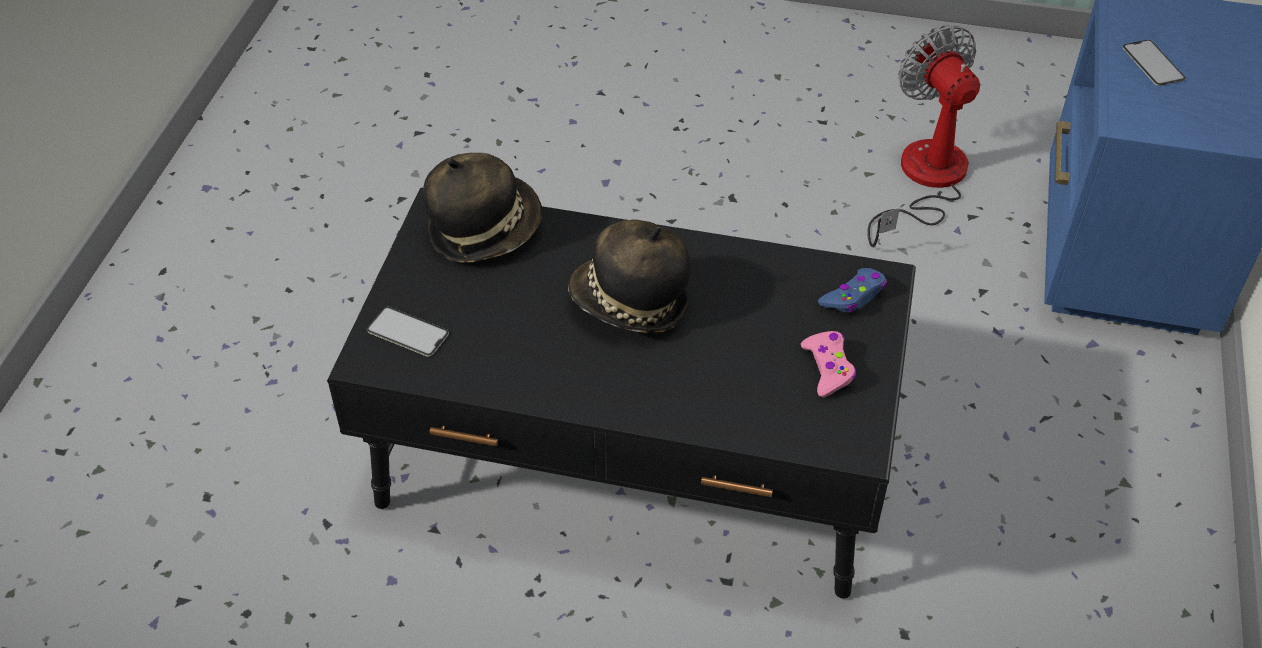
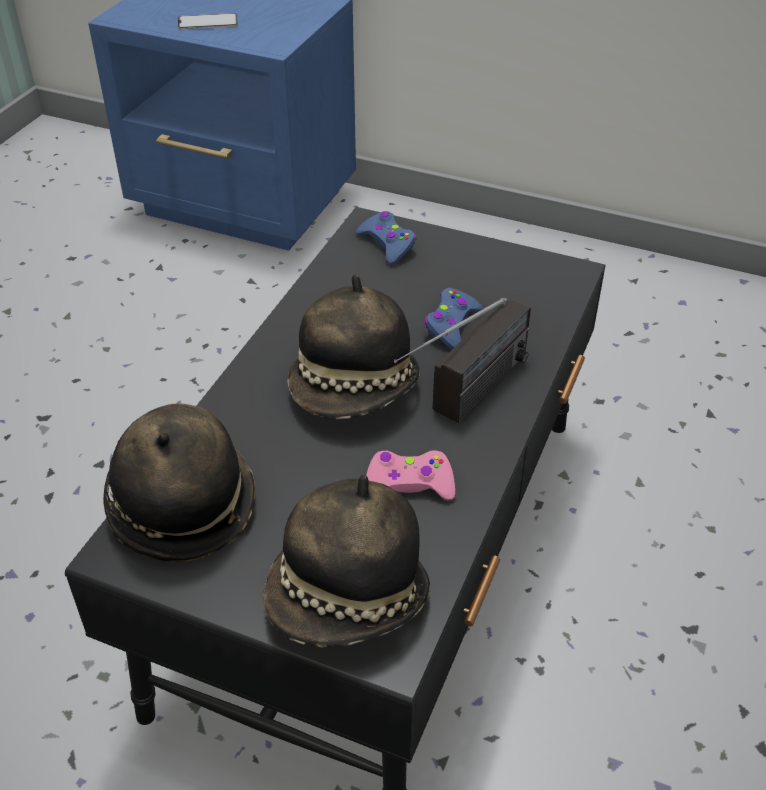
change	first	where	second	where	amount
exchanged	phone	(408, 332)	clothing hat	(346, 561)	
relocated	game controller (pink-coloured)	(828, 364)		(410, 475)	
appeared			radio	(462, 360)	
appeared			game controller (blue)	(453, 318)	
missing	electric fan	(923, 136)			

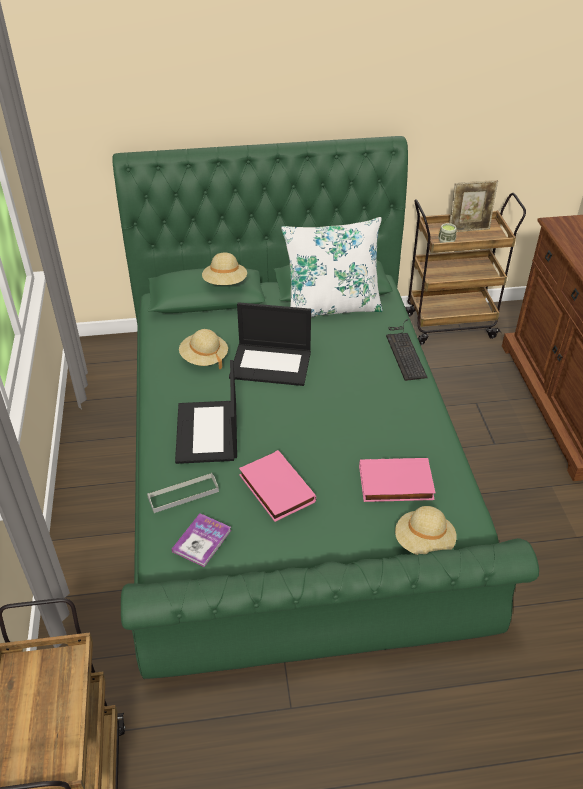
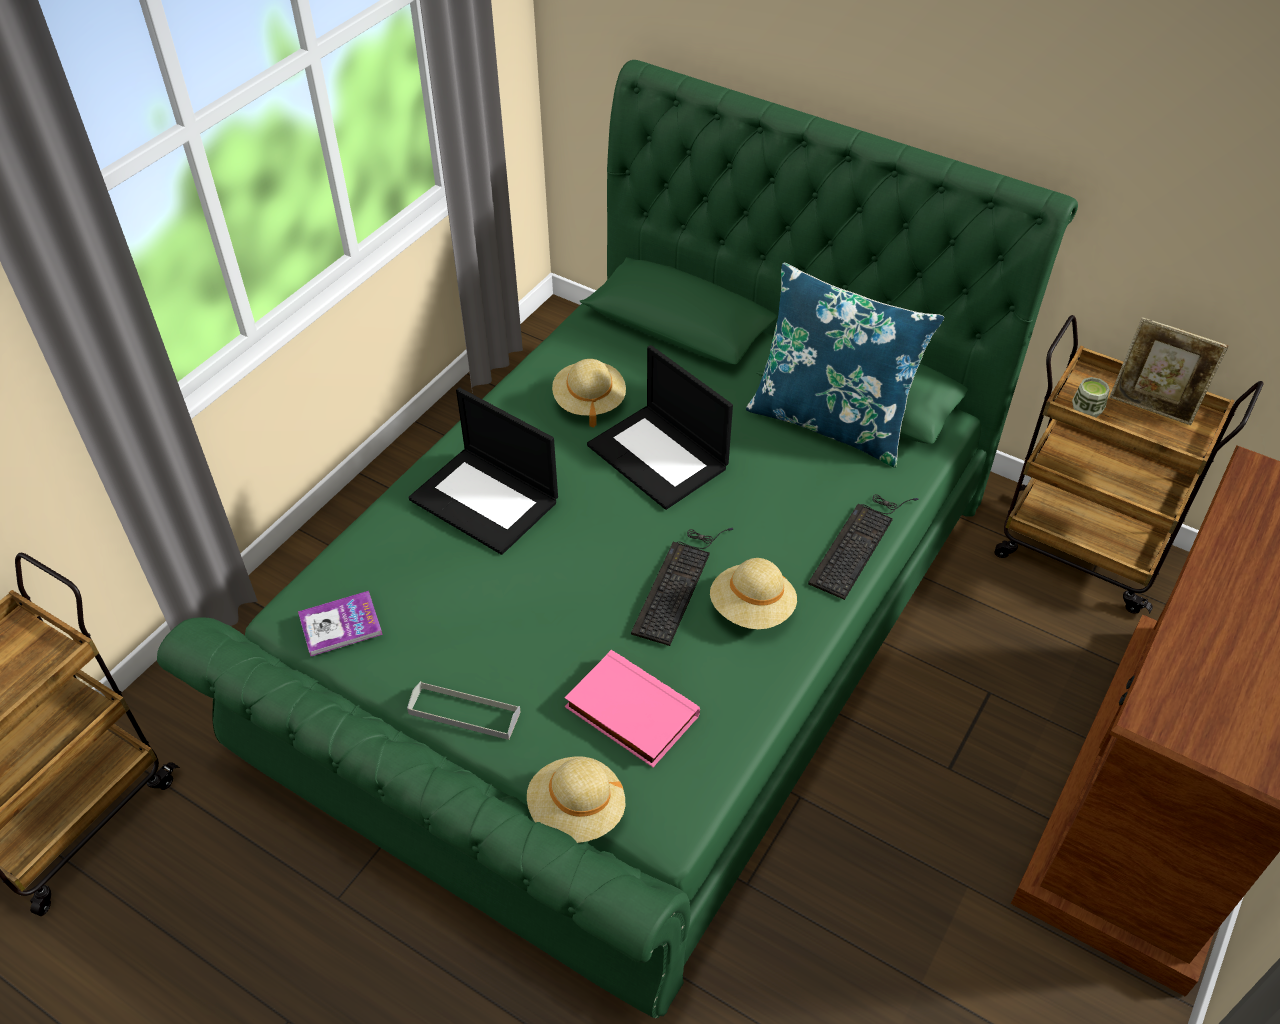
change	first	where	second	where	amount
relocated	carrying tray (grey)	(183, 493)		(464, 710)	
spun	notebook computer	(206, 412)		(483, 471)	90 degrees counterclockwise
appeared			PC keyboard	(682, 587)	
relocated	clothing hat (beige)	(224, 269)		(753, 593)	
colour	cushion (white-coloured)	(332, 267)	cushion (blue)	(845, 365)	
missing	volume (pink-coloured)	(277, 486)			

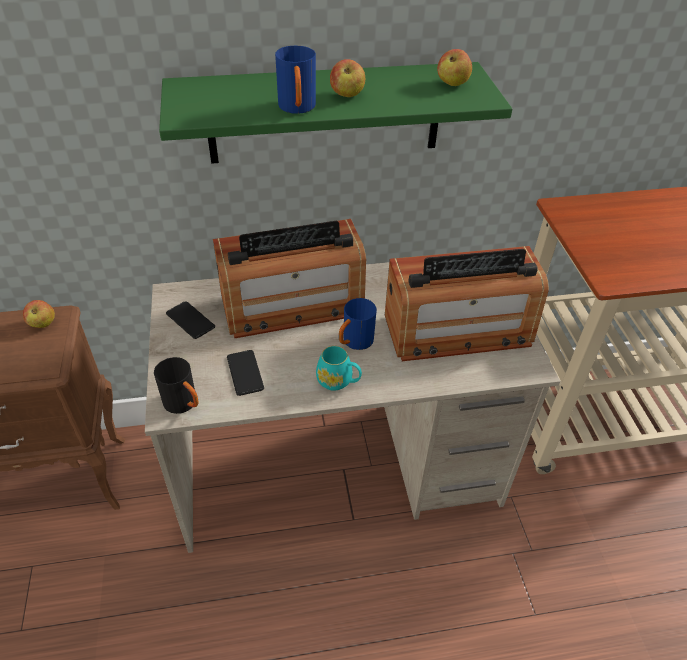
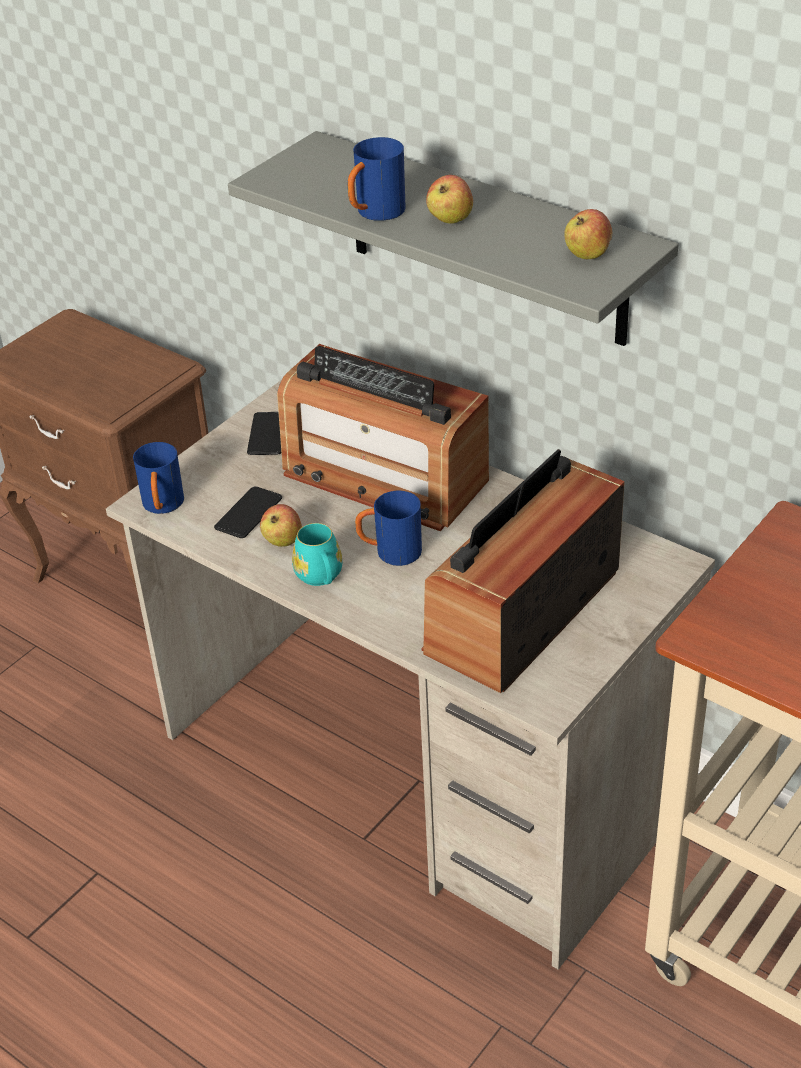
change	first	where	second	where	amount
colour	coffee mug (black-coloured)	(176, 385)	coffee mug (blue)	(158, 478)	
colour	bracket shelf (green-coloured)	(336, 113)	bracket shelf (grey)	(453, 238)	
relocated	apple fruit	(39, 314)		(281, 525)	
spun	radio	(467, 303)		(523, 571)	90 degrees clockwise

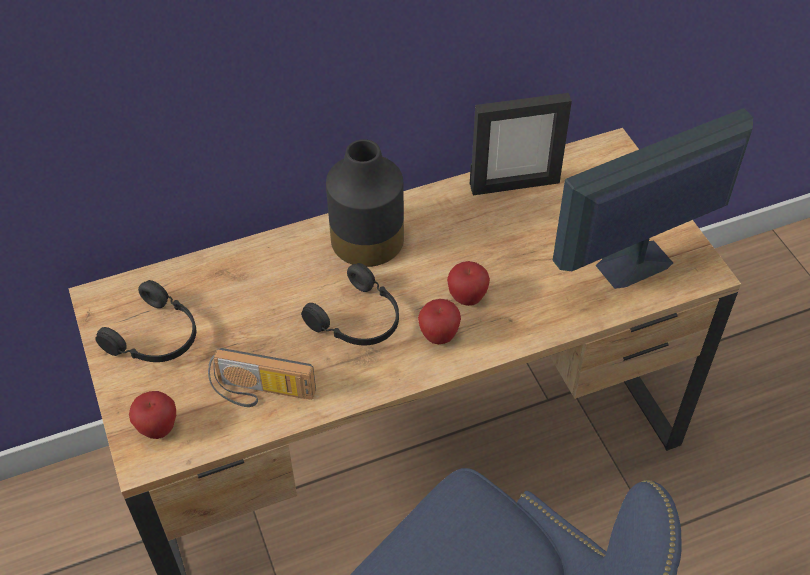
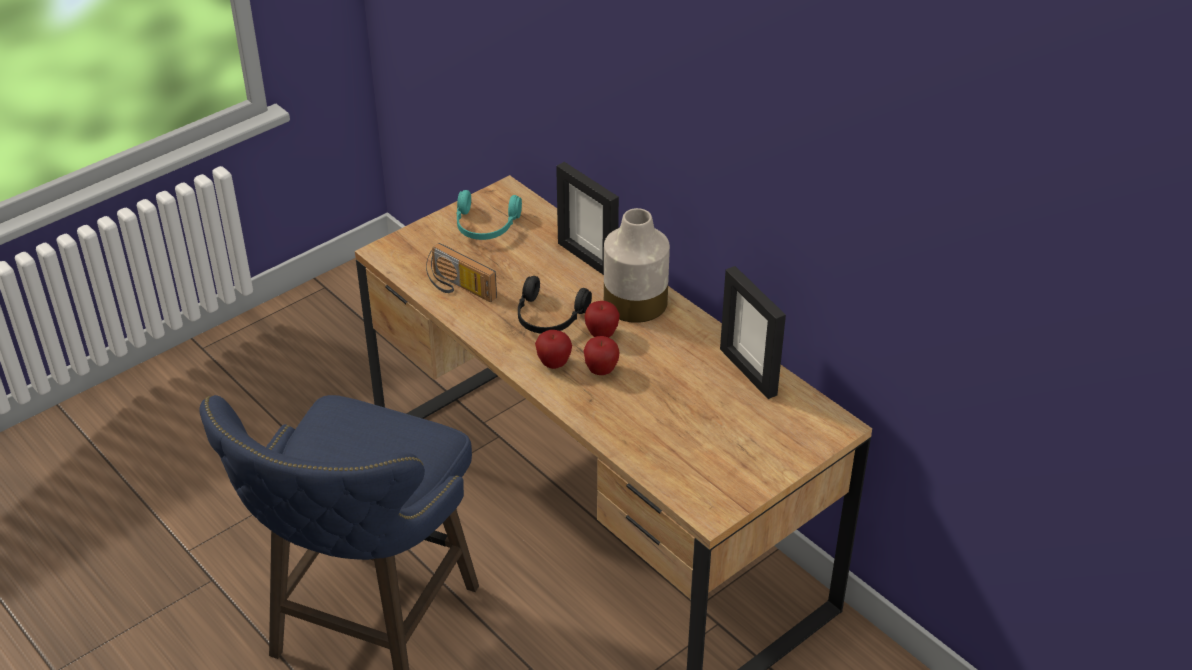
change	first	where	second	where	amount
spun	radio	(262, 377)		(461, 272)	45 degrees counterclockwise
colour	headphones (black-coloured)	(145, 321)	headphones (turquoise-coloured)	(489, 215)	
appeared			standing frame	(587, 218)	
relocated	apple fruit	(152, 415)		(602, 319)	
colour	decorative vase (black-coloured)	(365, 203)	decorative vase (beige)	(637, 265)	
missing	computer screen	(653, 198)			

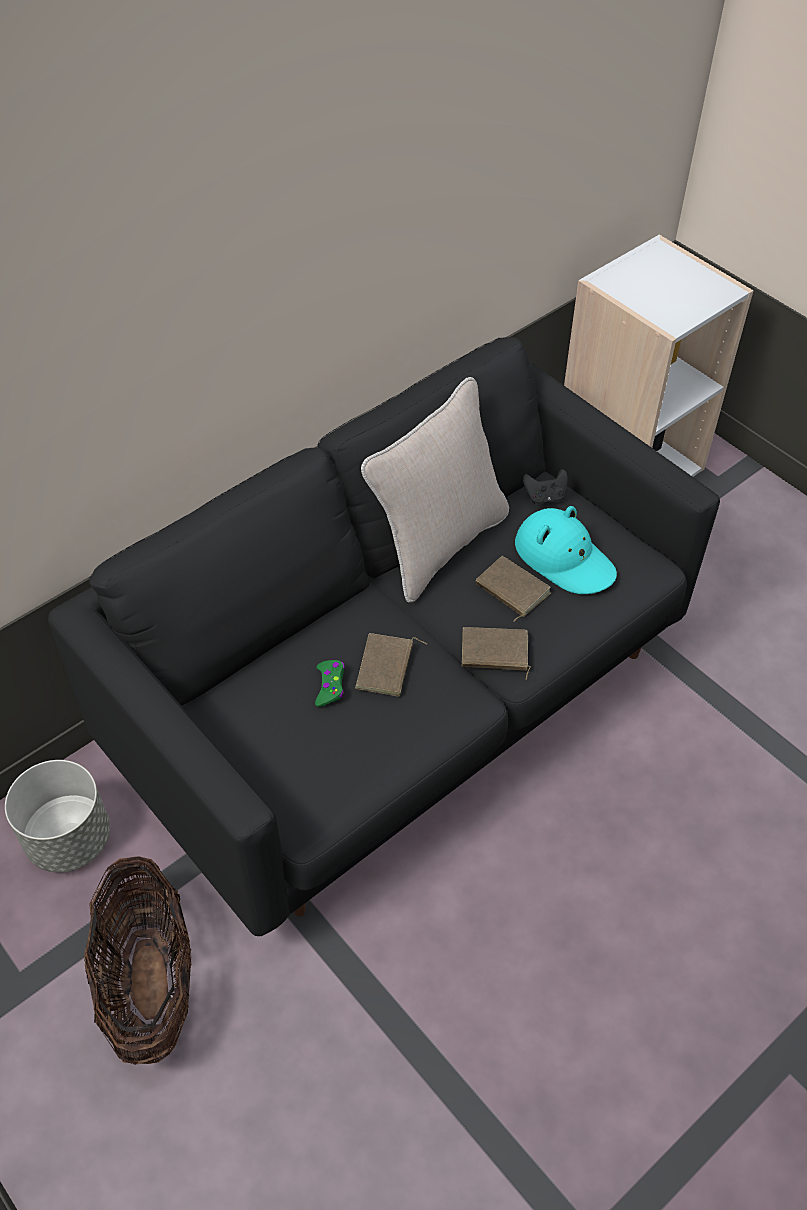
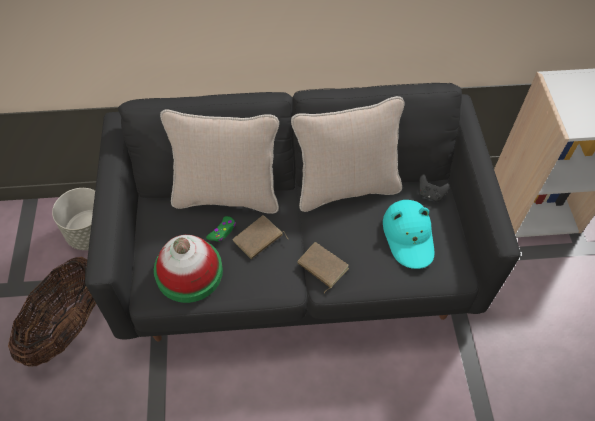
change	first	where	second	where	amount
appeared			clothing hat	(188, 269)	
appeared			cushion (beige)	(219, 162)	
missing	volume (brown)	(513, 589)			

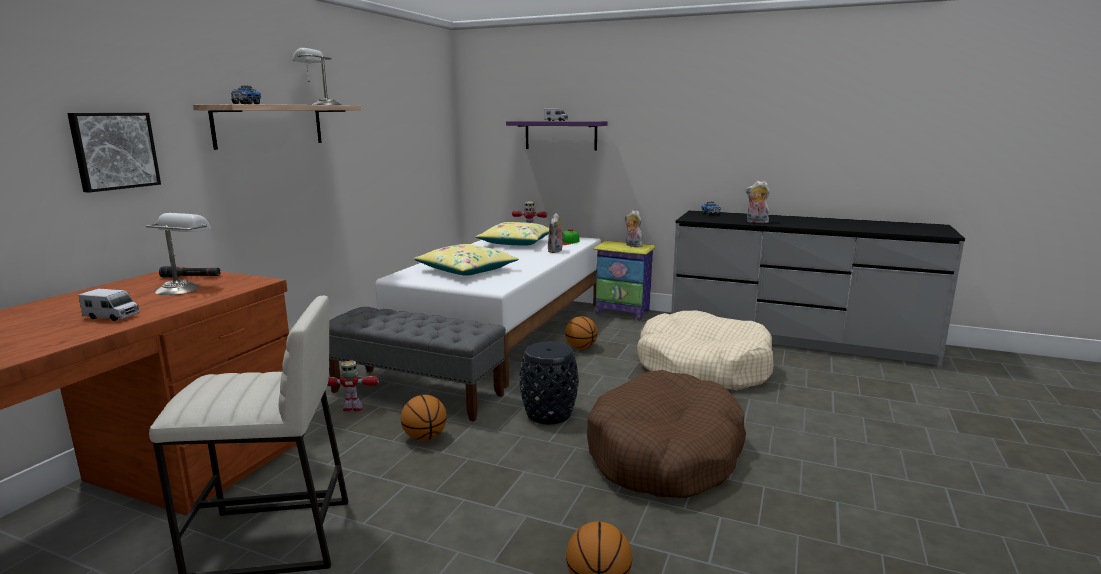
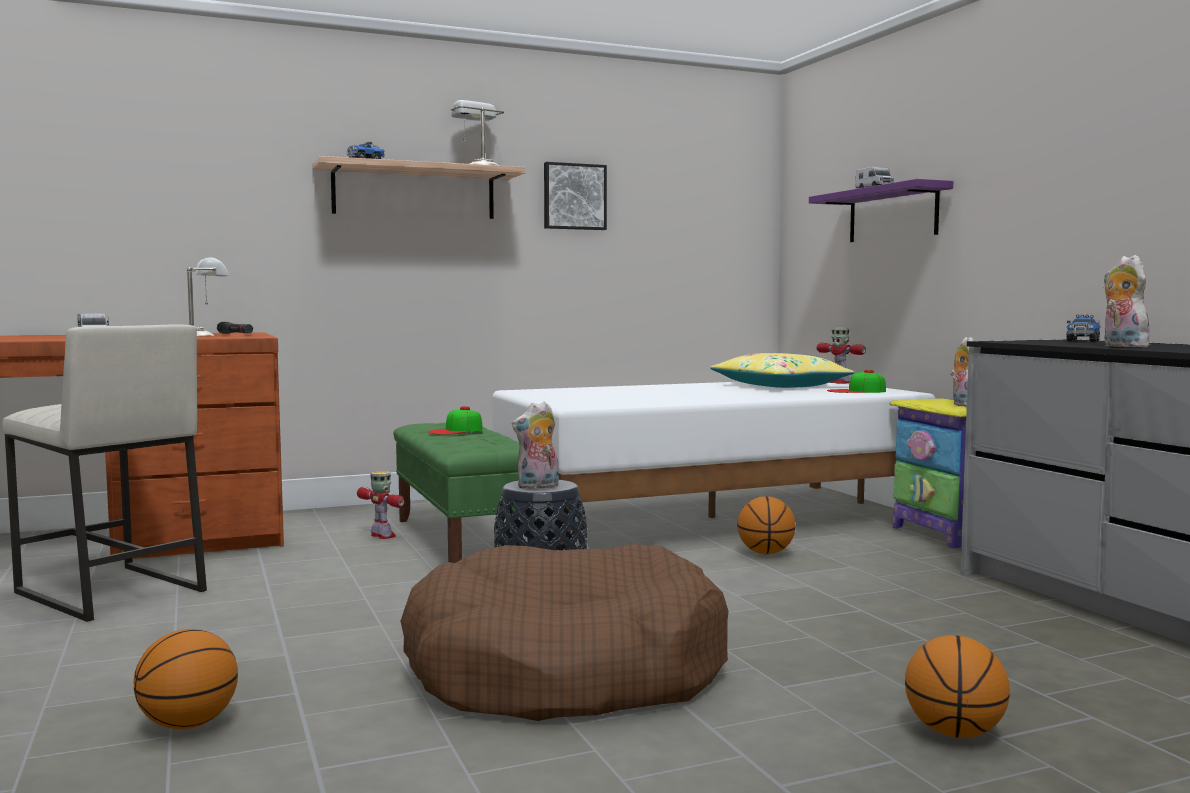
change	first	where	second	where	amount
colour	indoor bench (grey)	(417, 364)	indoor bench (green-coloured)	(467, 493)	
appeared			baseball cap	(455, 420)	
relocated	plush toy	(556, 233)		(535, 445)	
relocated	wall picture	(114, 153)		(575, 196)	
relocated	ball for basketball	(424, 418)		(957, 686)	
missing	cushion (yellowish)	(466, 260)			
missing	pet bed (beige)	(705, 350)			

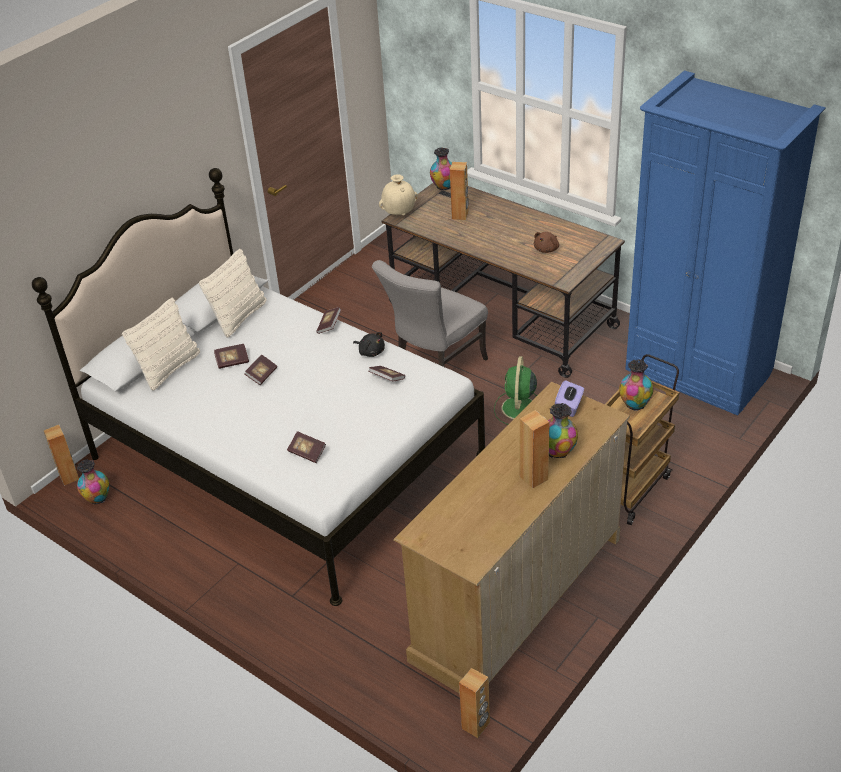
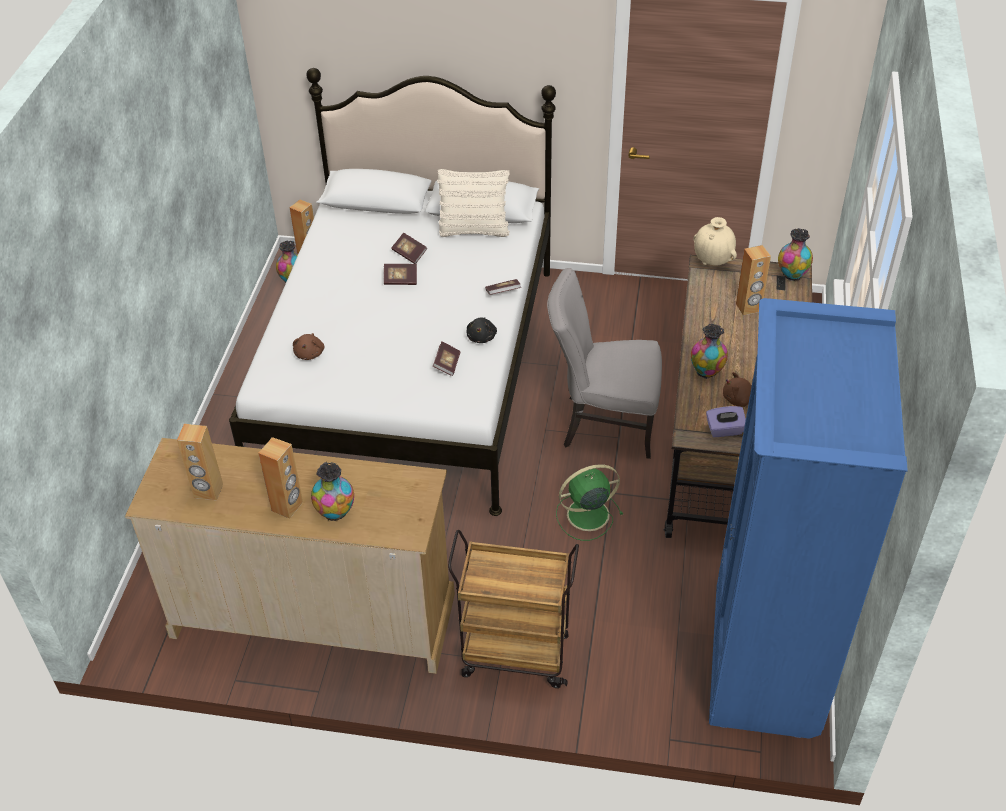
change	first	where	second	where	amount
relocated	loudspeaker (brown)	(474, 703)		(200, 462)	
exchanged	volume	(306, 447)	plush toy (brown)	(309, 346)	
relocated	decorative vase	(636, 385)		(709, 351)	
relocated	tissue holder (purple-coloured)	(569, 398)		(726, 421)	
missing	cushion (beige)	(161, 344)			

